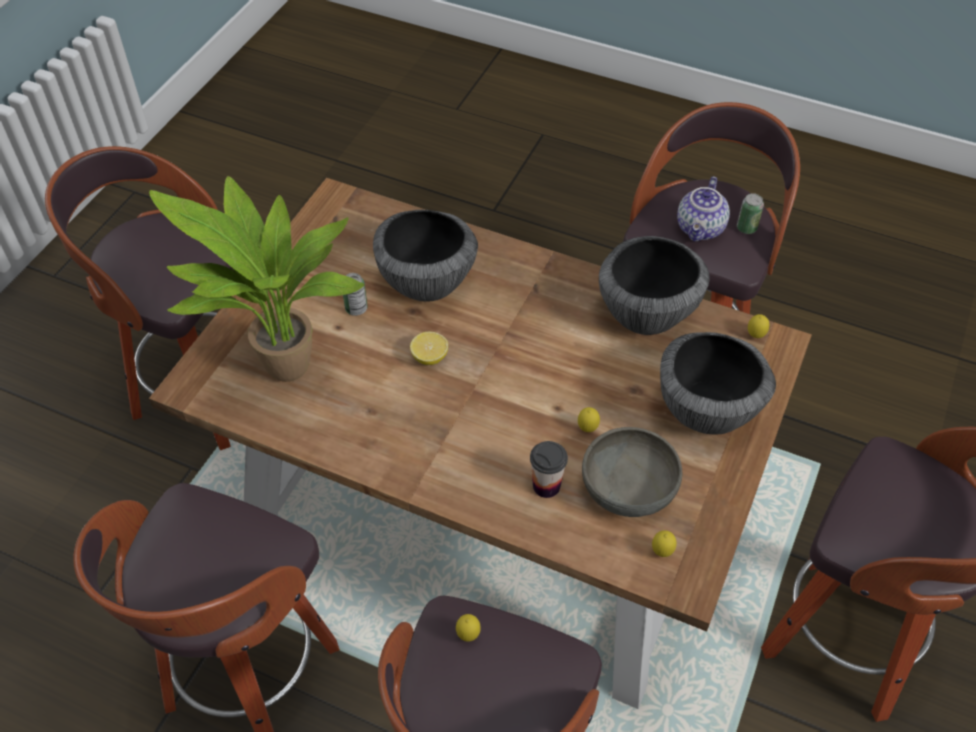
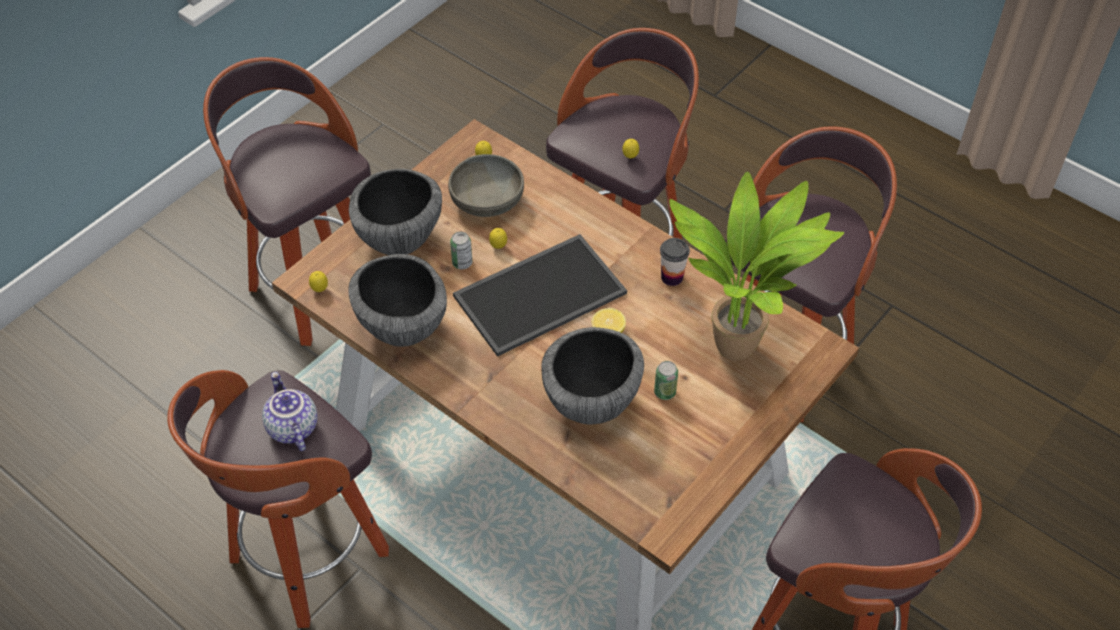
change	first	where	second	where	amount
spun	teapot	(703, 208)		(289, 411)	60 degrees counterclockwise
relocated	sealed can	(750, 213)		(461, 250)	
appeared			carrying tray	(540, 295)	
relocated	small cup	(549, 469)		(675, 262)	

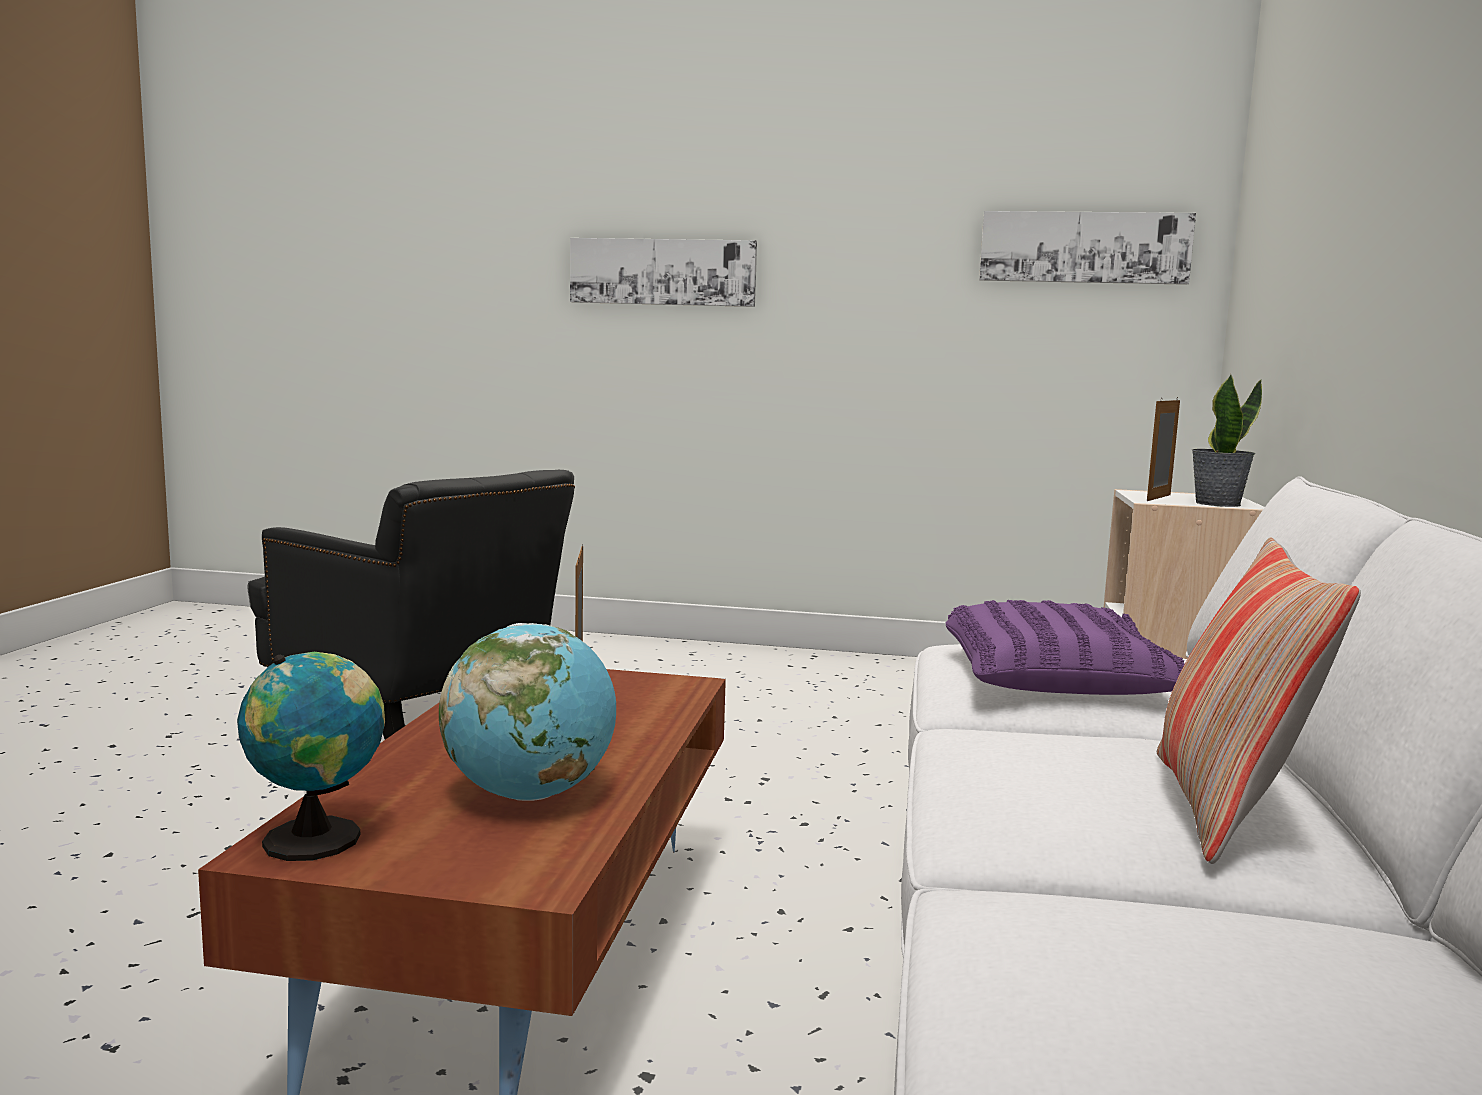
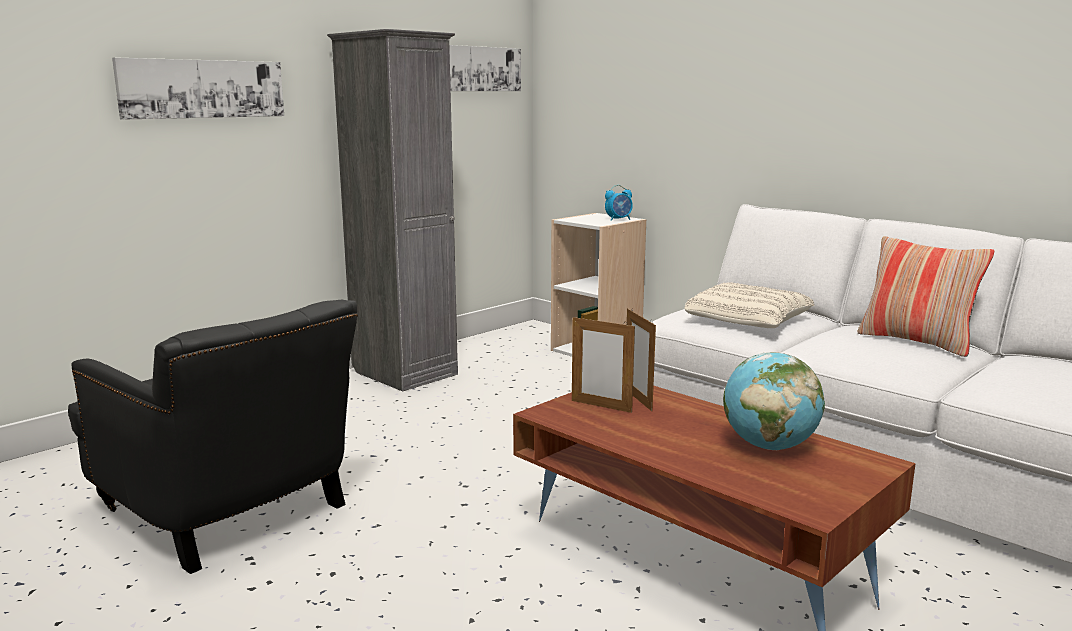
change	first	where	second	where	amount
spun	lounge chair (black-coloured)	(411, 605)		(213, 437)	60 degrees clockwise
appeared			cupboard (grey)	(392, 210)	
exchanged	houseplant	(1227, 440)	table clock	(619, 203)	
relocated	standing frame	(1163, 450)		(641, 359)	
colour	cushion (purple-coloured)	(1065, 647)	cushion (beige)	(750, 305)	
missing	desk globe	(311, 756)			

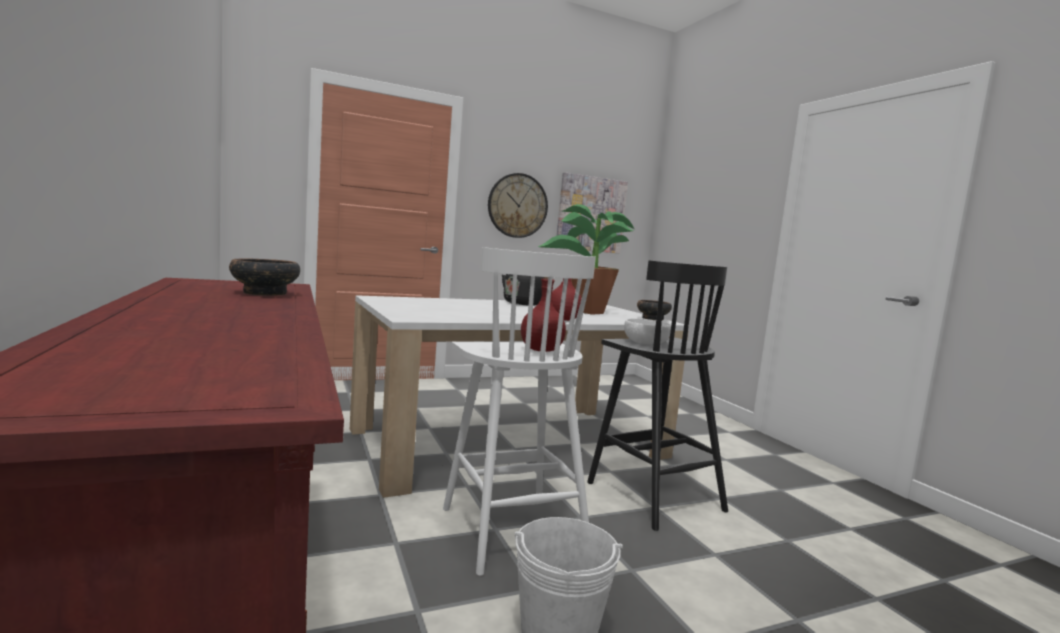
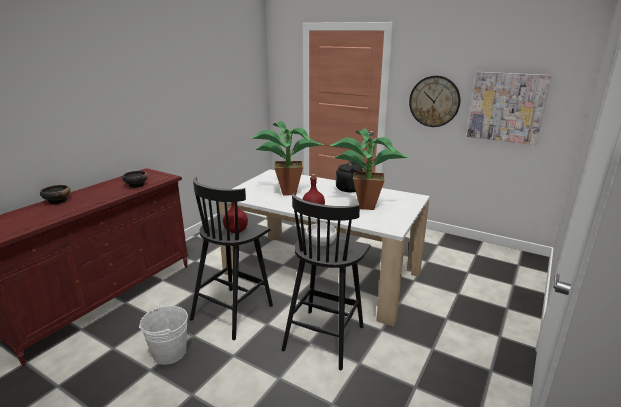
change	first	where	second	where	amount
relocated	deep dish	(654, 310)		(55, 194)	
colour	stool (white-coloured)	(519, 411)	stool (black-coloured)	(231, 258)	
appeared			houseplant	(287, 158)	

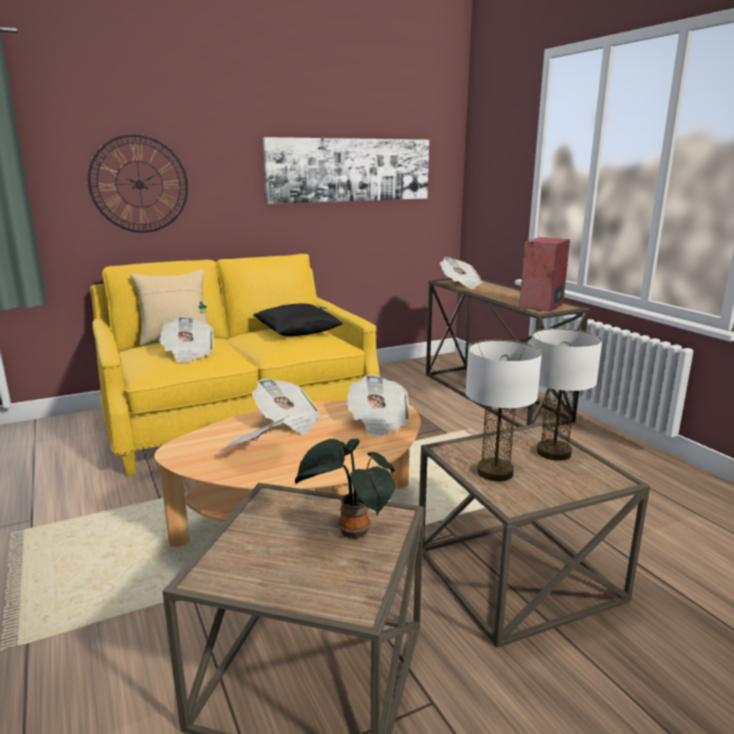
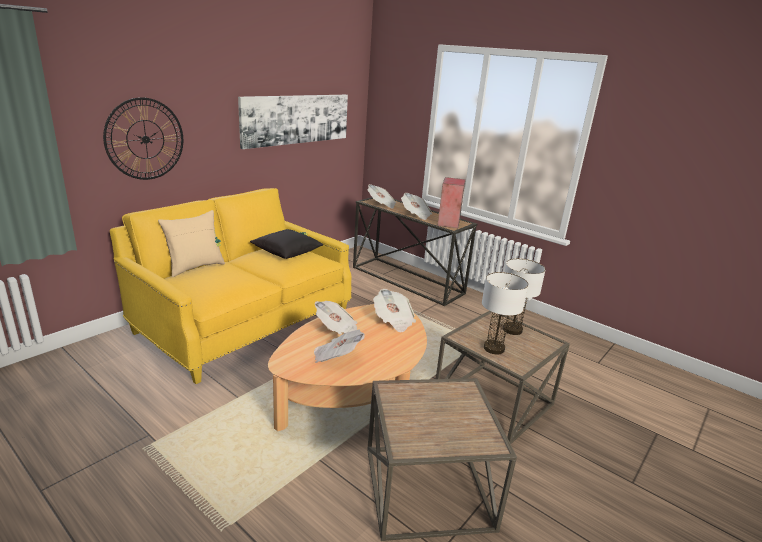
change	first	where	second	where	amount
relocated	printed paper	(186, 339)		(416, 206)	
missing	houseplant	(345, 489)			

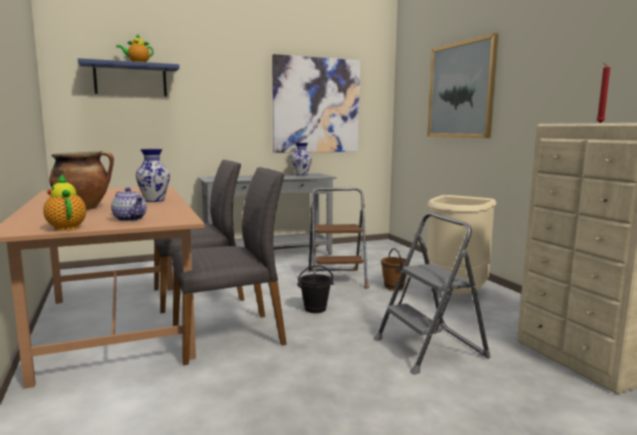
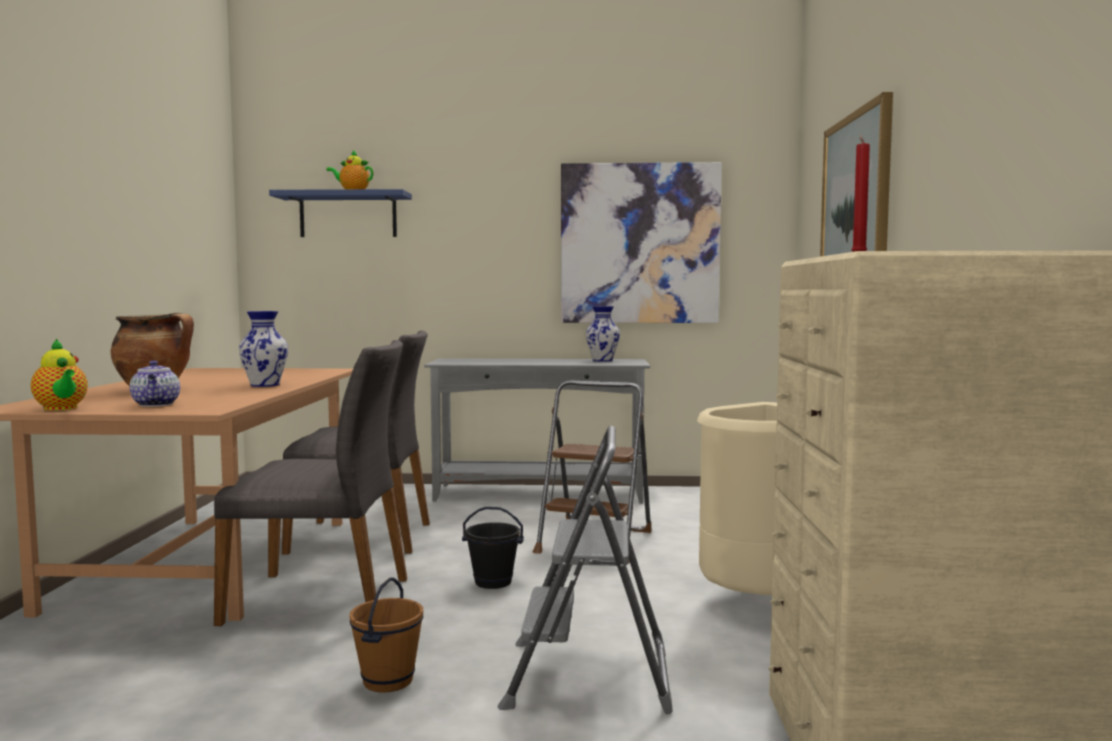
change	first	where	second	where	amount
spun	teapot	(64, 203)		(59, 375)	150 degrees clockwise
relocated	pail (brown)	(395, 269)		(386, 635)	

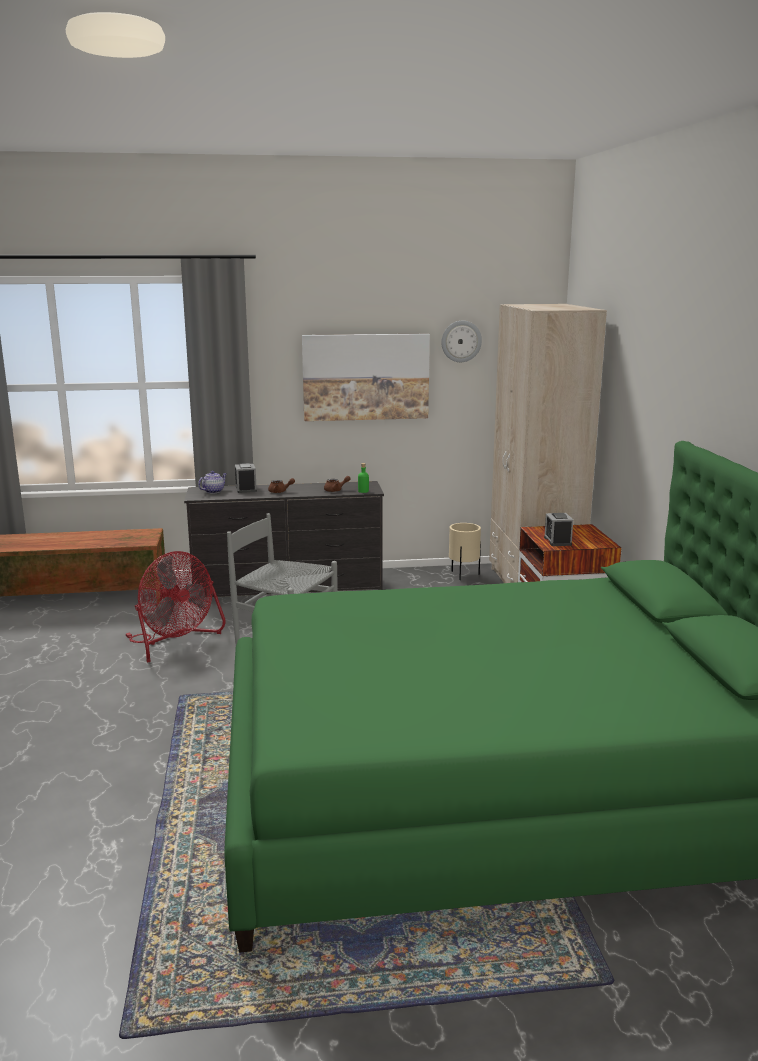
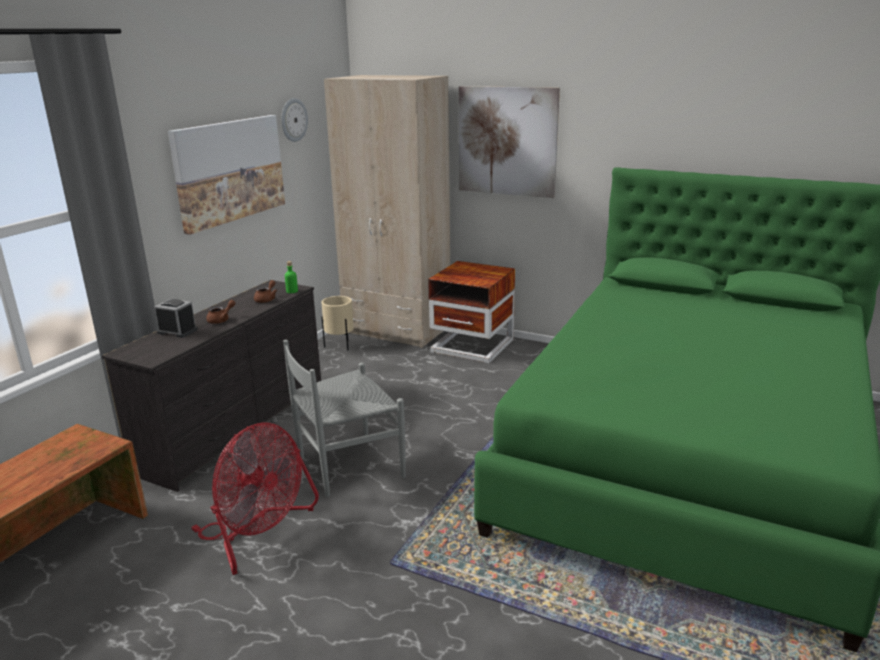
change	first	where	second	where	amount
spun	electric fan (red)	(175, 606)		(255, 498)	45 degrees clockwise
appeared			wall picture	(509, 142)	
missing	teapot	(212, 482)			
missing	table clock	(558, 529)			

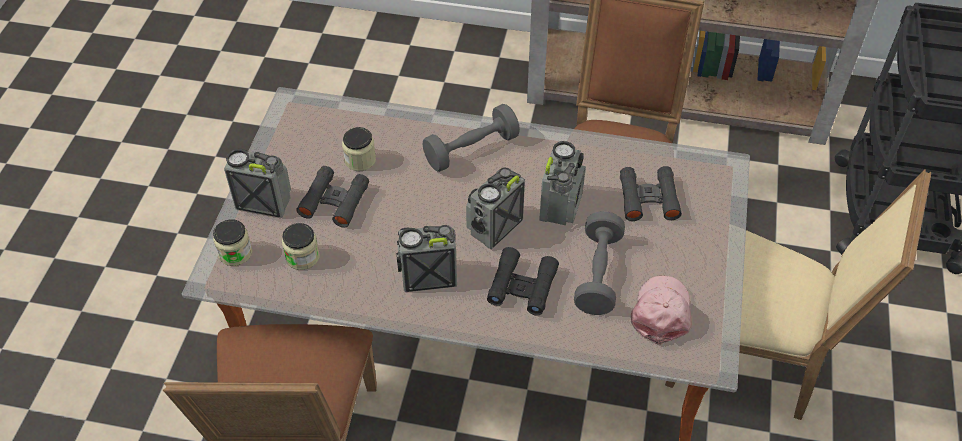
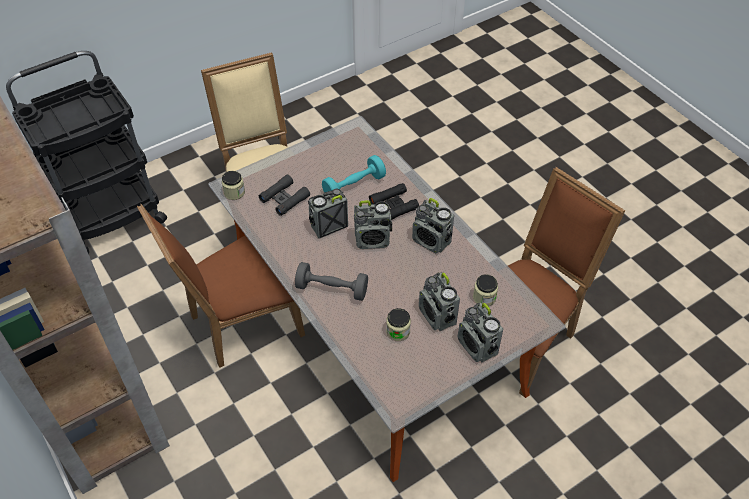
change	first	where	second	where	amount
relocated	storage jar	(232, 242)		(233, 185)	
colour	dumbbell (grey)	(599, 263)	dumbbell (turquoise-coloured)	(354, 173)	
exchanged	binoculars (black-coloured)	(332, 197)	radio	(439, 301)	
missing	baseball cap (pink-coloured)	(662, 310)			

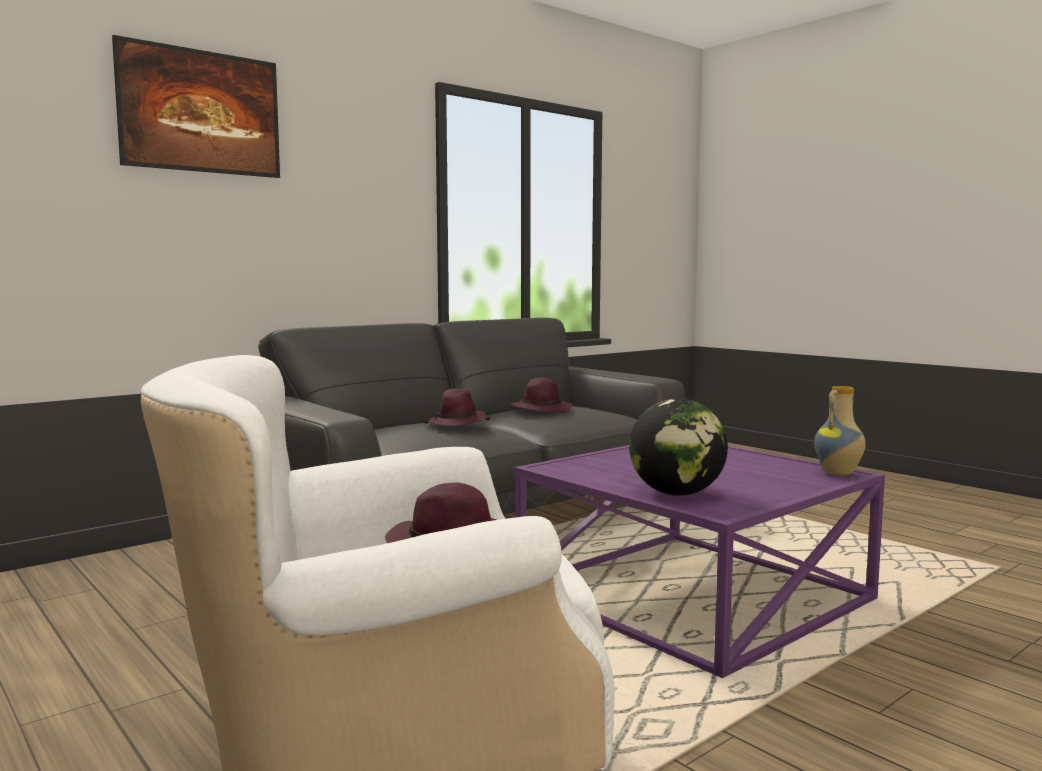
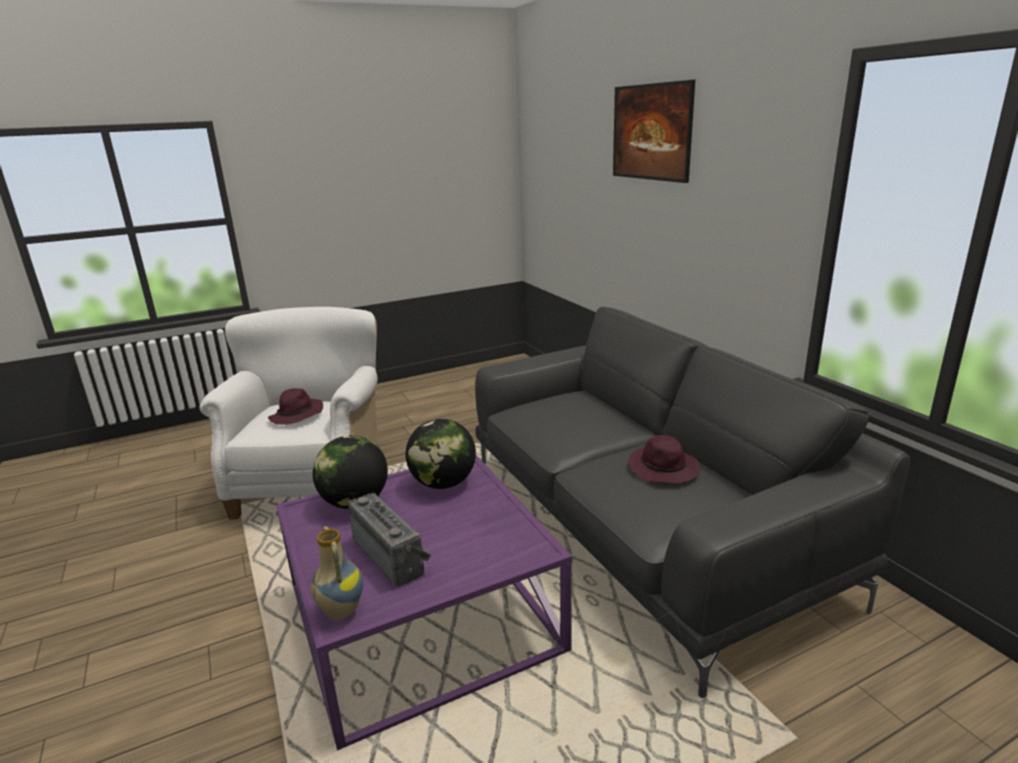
change	first	where	second	where	amount
appeared			radio	(389, 540)	
appeared			desk globe	(441, 454)	
missing	clothing hat (purple-coloured)	(457, 407)			

